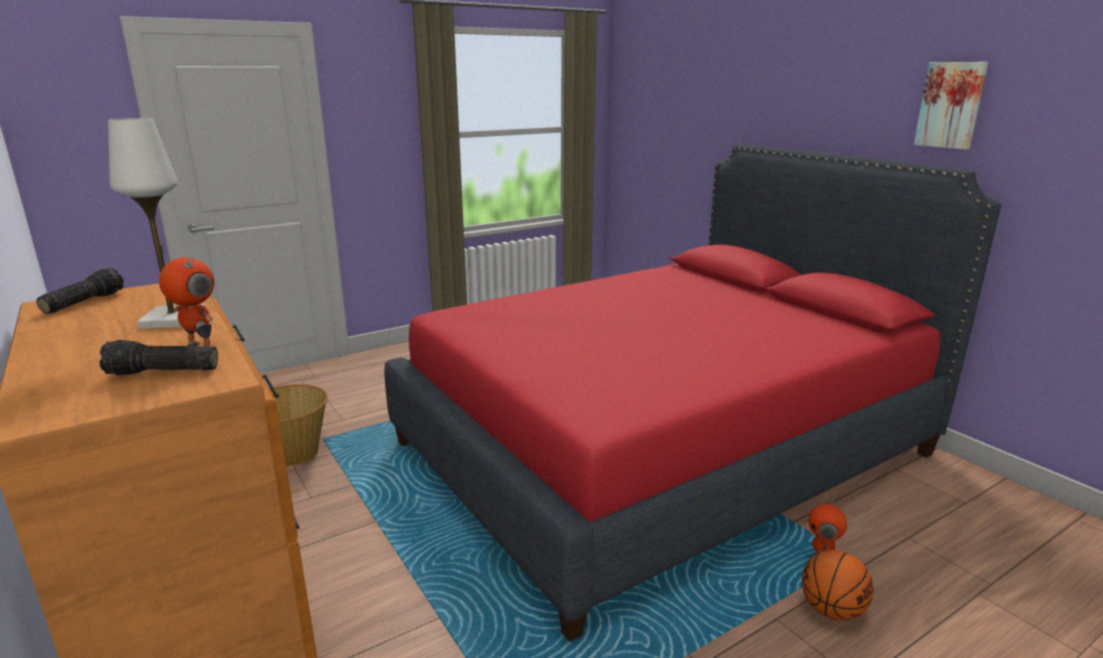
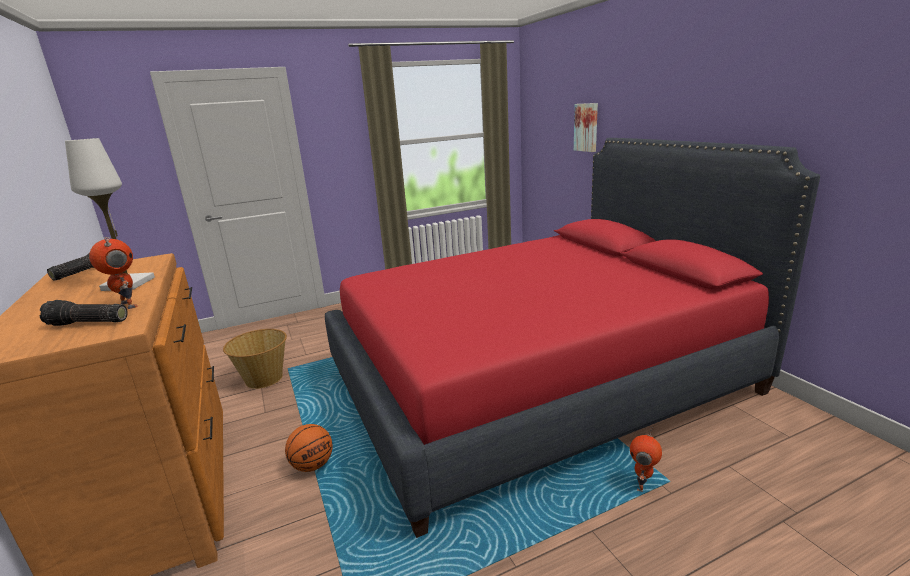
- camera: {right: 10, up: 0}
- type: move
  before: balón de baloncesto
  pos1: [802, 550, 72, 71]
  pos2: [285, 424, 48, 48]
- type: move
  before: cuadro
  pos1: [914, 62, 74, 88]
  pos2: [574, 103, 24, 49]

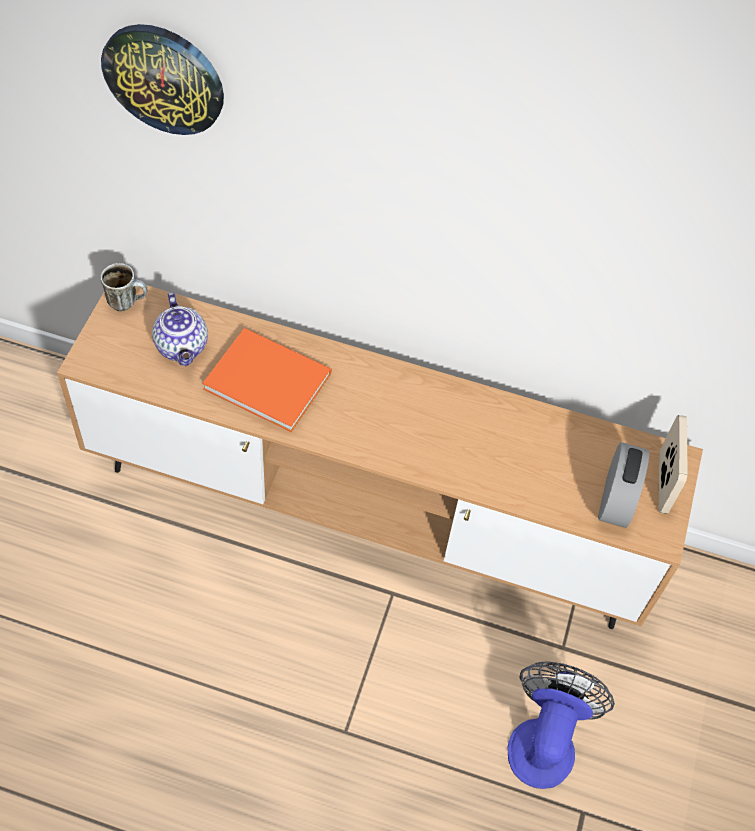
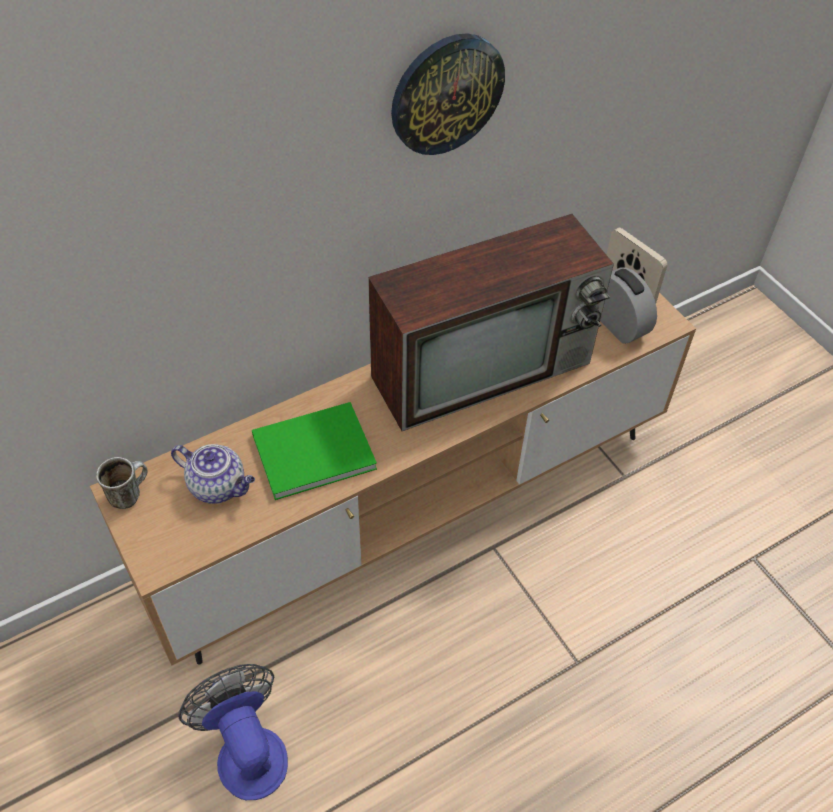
- camera: {right: -45, up: -5}
- type: move
  before: ventilador
  pos1: [507, 662, 108, 127]
  pos2: [178, 664, 110, 136]
- type: recolor
  before: libro/naranja
  after: libro/verde
  pos1: [202, 328, 130, 104]
  pos2: [252, 402, 125, 98]
- type: insert
  after: televisor
  pos2: [368, 214, 246, 217]
- type: move
  before: reloj de pared
  pos1: [101, 24, 123, 111]
  pos2: [391, 33, 114, 122]

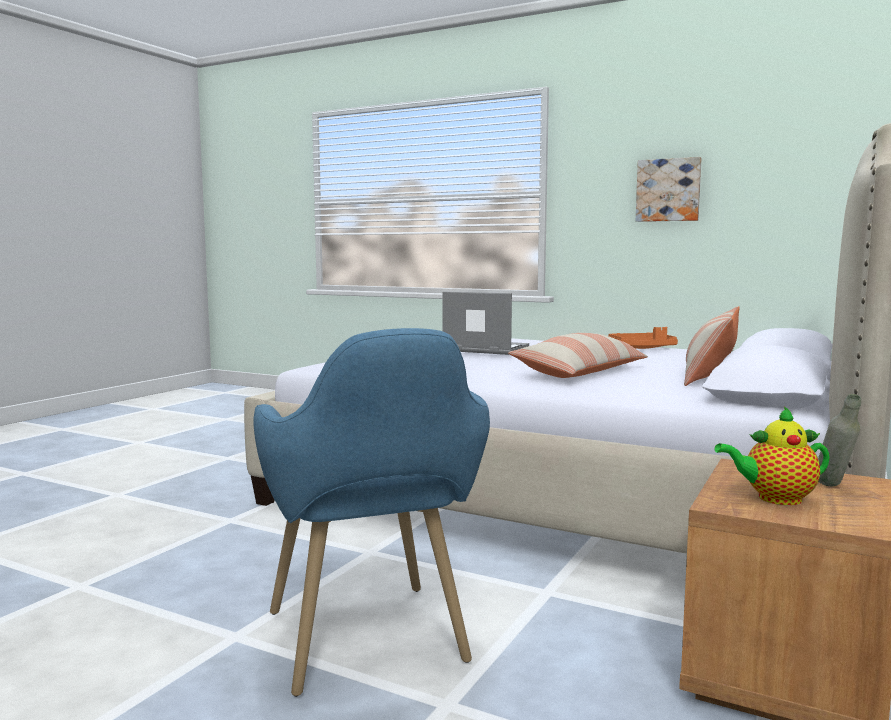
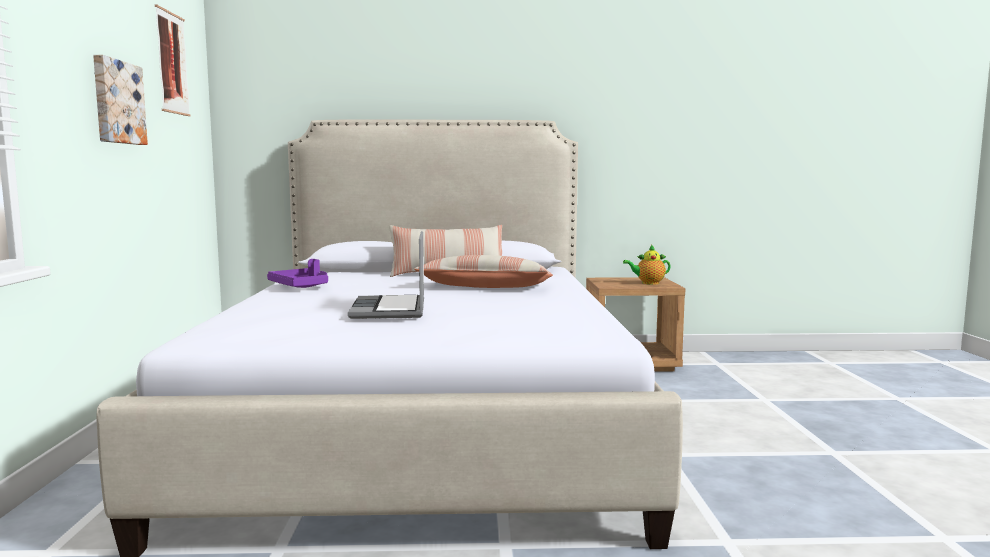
- camera: {right: -120, up: 0}
- type: insert
  after: cuadro
  pos2: [155, 5, 35, 111]
- type: recolor
  before: bandeja/naranja
  after: bandeja/morado
  pos1: [609, 327, 69, 22]
  pos2: [267, 259, 61, 29]
- type: rotate
  before: tetera
  pos1: [715, 406, 115, 99]
  pos2: [623, 245, 48, 40]
  turn: 120
- type: delete
  before: sillón/azul
  pos1: [253, 328, 237, 369]
- type: delete
  before: botella/gris
  pos1: [818, 394, 43, 92]

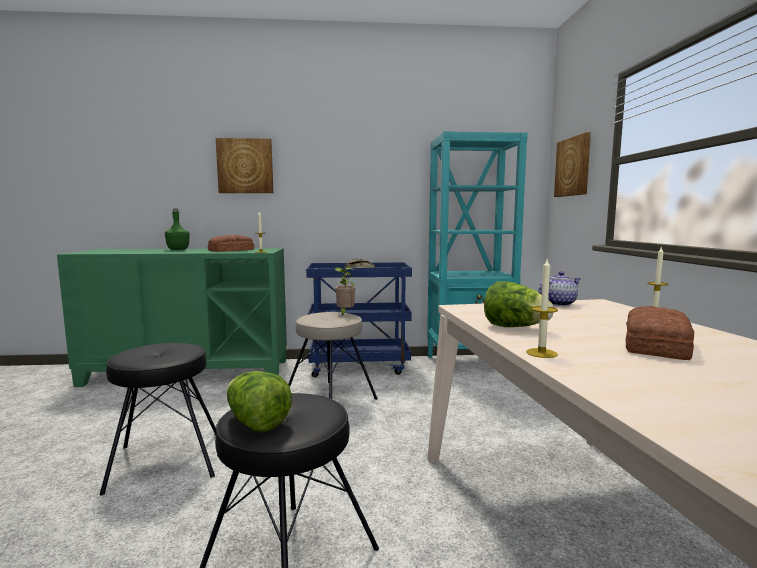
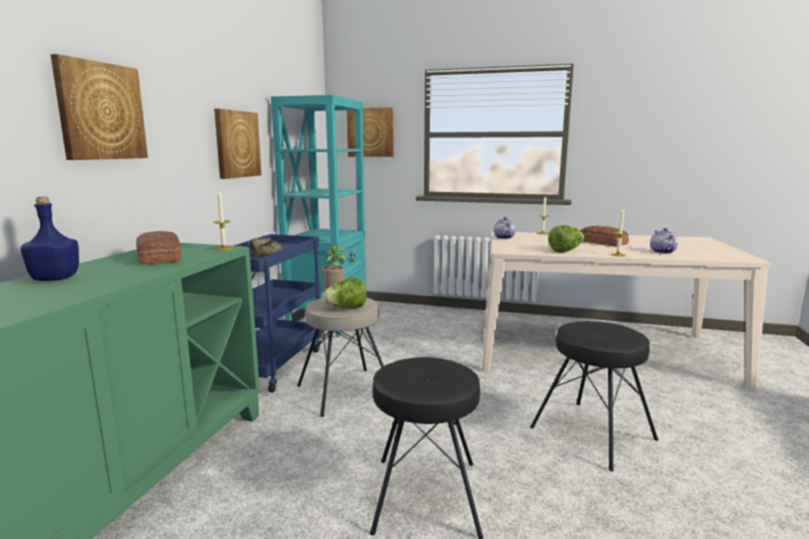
- camera: {right: -70, up: 5}
- type: recolor
  before: botella/verde
  after: botella/azul
  pos1: [165, 209, 25, 41]
  pos2: [20, 197, 59, 84]
- type: insert
  after: cuadro
  pos2: [214, 109, 47, 70]
- type: move
  before: lechuga
  pos1: [227, 371, 65, 62]
  pos2: [322, 277, 45, 31]
- type: insert
  after: tetera
  pos2: [650, 228, 28, 26]

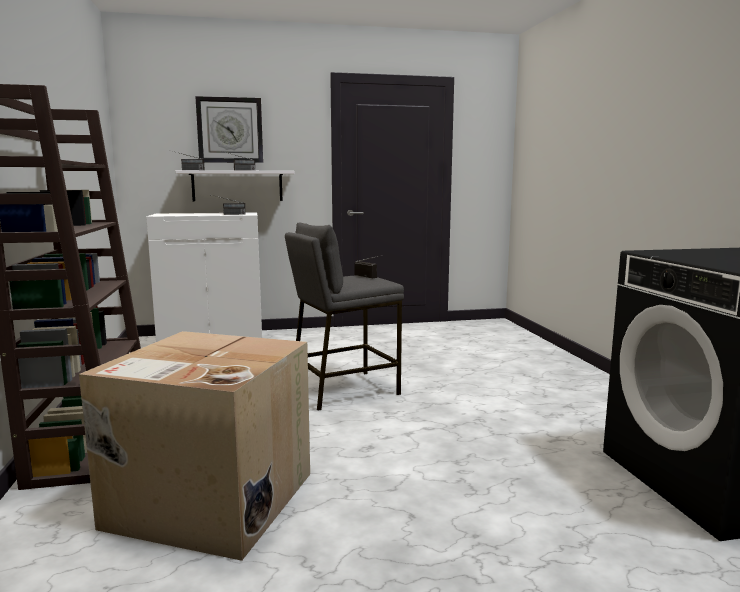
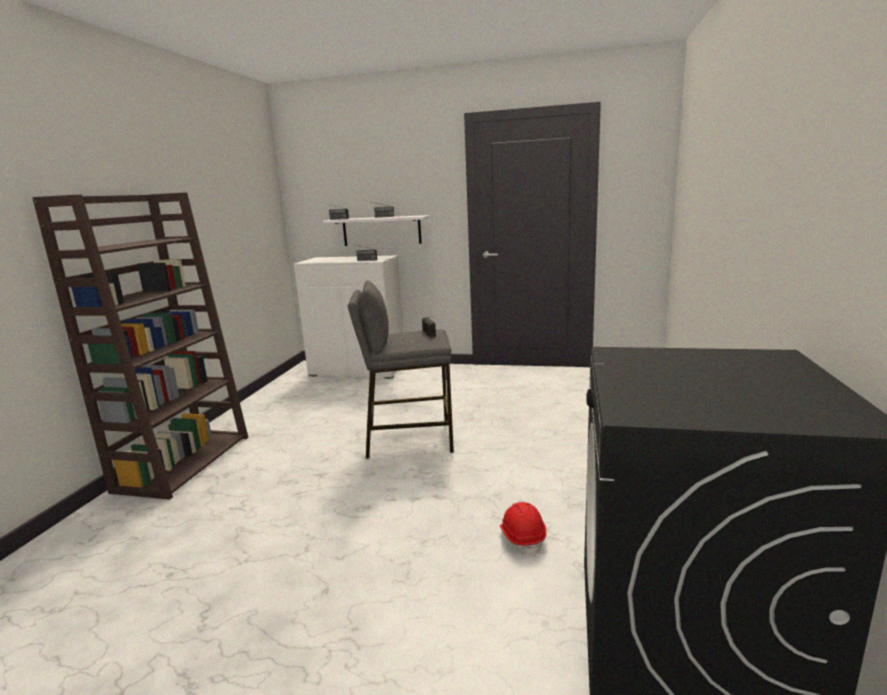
- camera: {right: 25, up: 5}
- type: insert
  after: casco/rojo
  pos2: [500, 502, 47, 54]
- type: delete
  before: caja de cartón
  pos1: [79, 331, 231, 230]
- type: delete
  before: reloj de pared
  pos1: [195, 96, 68, 67]

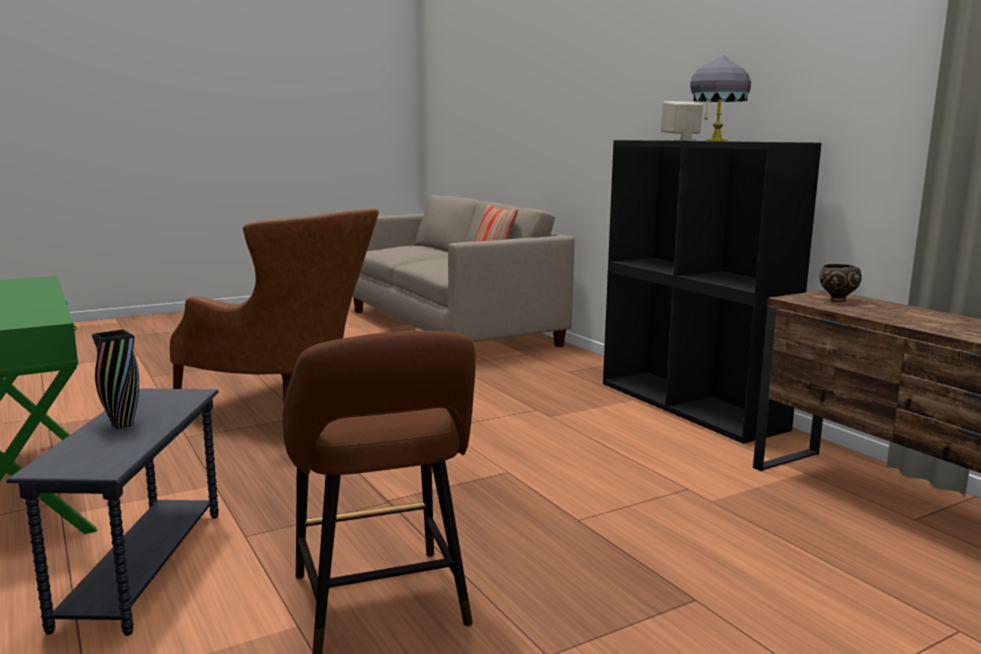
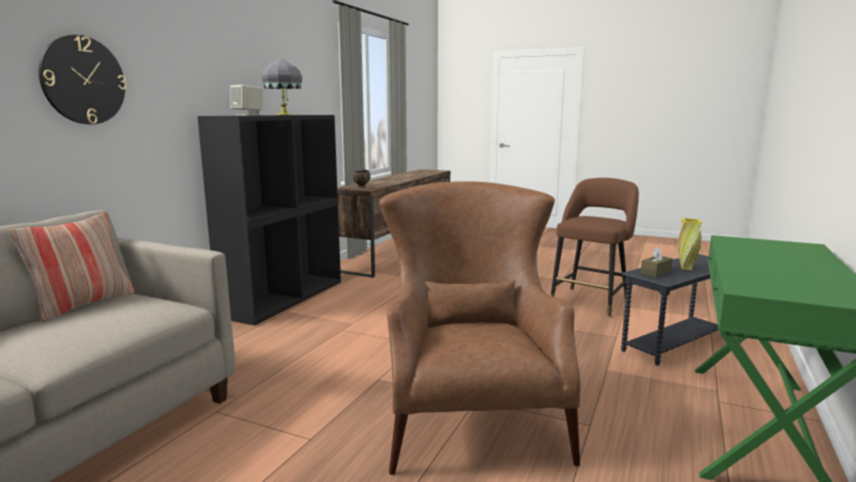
- camera: {right: -125, up: 0}
- type: insert
  after: reloj de pared
  pos2: [39, 35, 88, 89]
- type: insert
  after: caja de pañuelos/marrón
  pos2: [641, 246, 32, 31]
- type: recolor
  before: florero/negro
  after: florero/amarillo
  pos1: [92, 329, 47, 100]
  pos2: [677, 218, 26, 52]

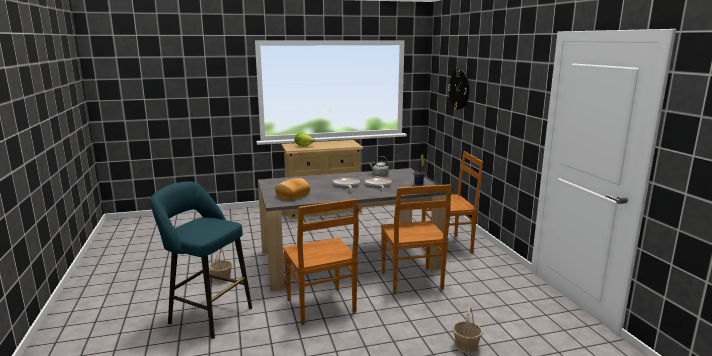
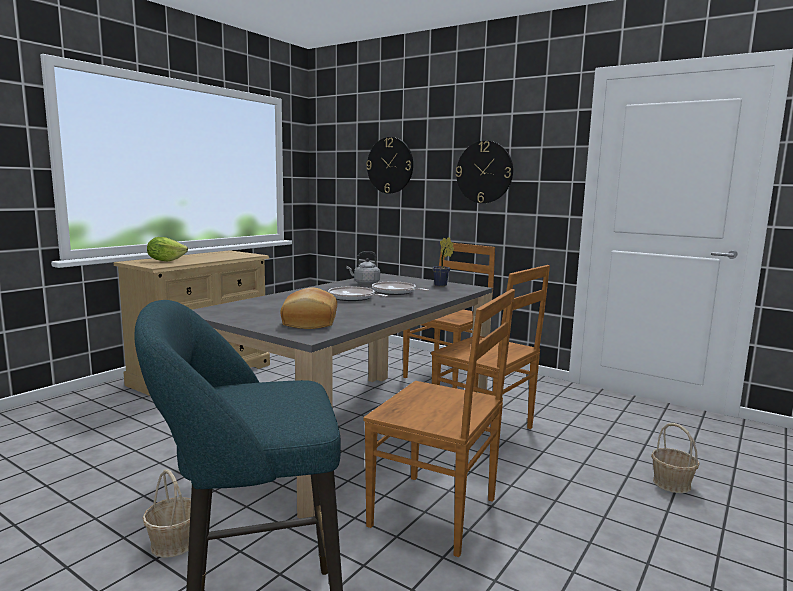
- camera: {right: -40, up: -5}
- type: insert
  after: reloj de pared
  pos2: [456, 141, 57, 62]

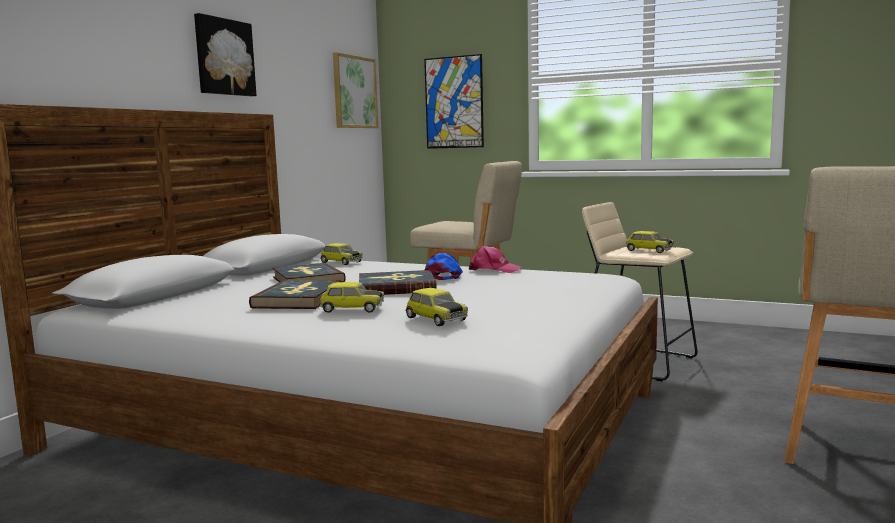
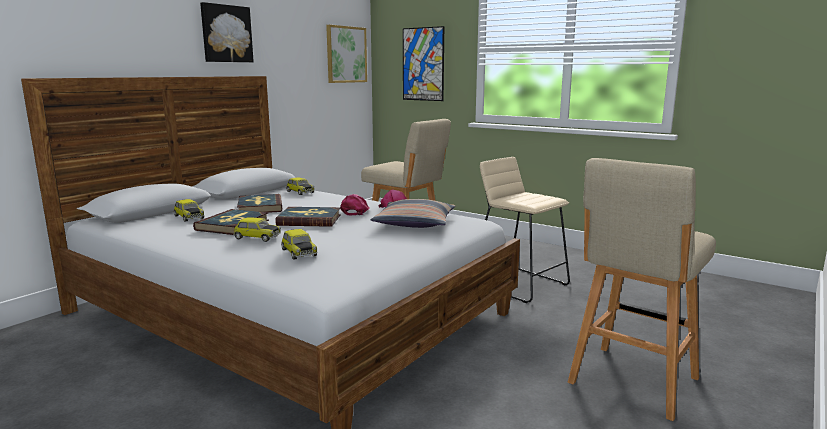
- camera: {right: 10, up: 5}
- type: move
  before: coche de juguete
  pos1: [626, 231, 48, 22]
  pos2: [174, 199, 30, 23]
- type: recolor
  before: gorra/azul
  after: gorra/rosa
  pos1: [425, 253, 38, 27]
  pos2: [340, 194, 29, 21]
- type: insert
  after: cojín
  pos2: [370, 199, 85, 29]

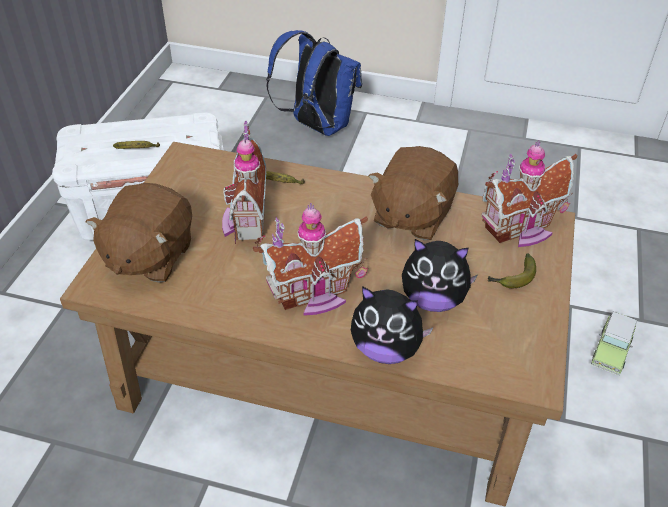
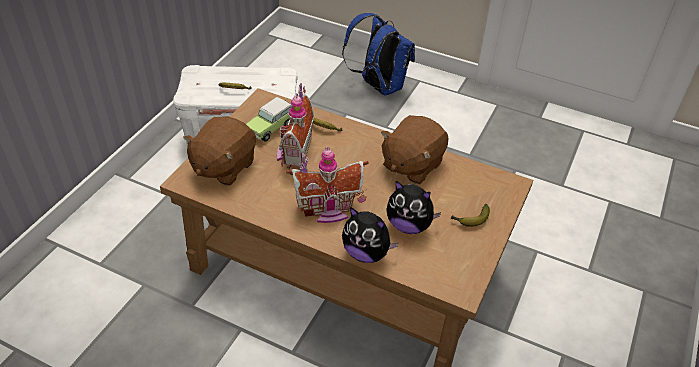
- camera: {right: 10, up: 0}
- type: move
  before: coche de juguete
  pos1: [591, 311, 46, 65]
  pos2: [246, 97, 46, 45]
- type: delete
  before: casita
  pos1: [481, 140, 96, 107]

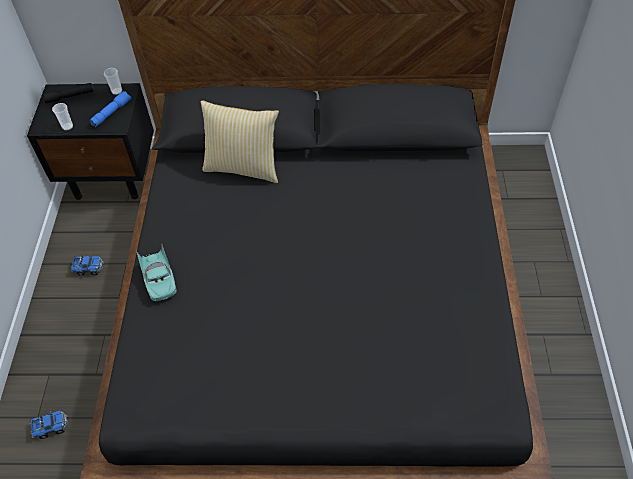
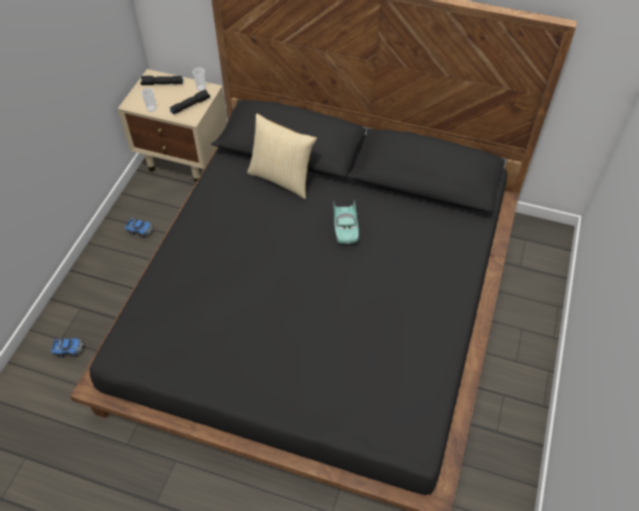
- camera: {right: 15, up: 0}
- type: recolor
  before: mesita de noche/negro
  after: mesita de noche/beis
  pos1: [27, 83, 127, 117]
  pos2: [118, 69, 109, 114]
- type: recolor
  before: linterna/azul
  after: linterna/negro
  pos1: [89, 91, 42, 36]
  pos2: [170, 90, 40, 24]
- type: move
  before: coche de juguete/turquesa
  pos1: [137, 243, 40, 58]
  pos2: [333, 199, 26, 45]

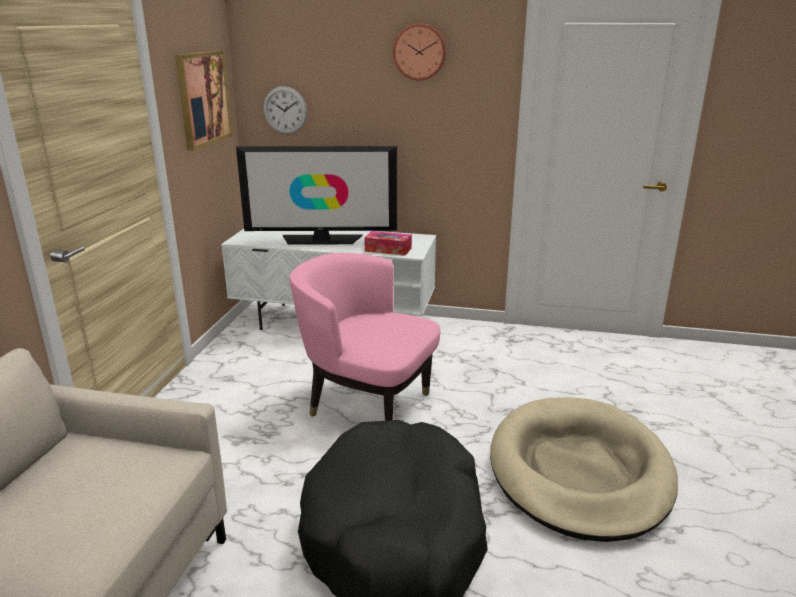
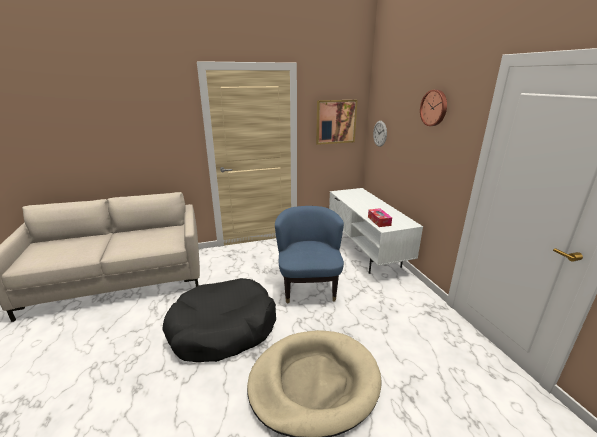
- camera: {right: 60, up: 0}
- type: recolor
  before: sillón/rosa
  after: sillón/azul
  pos1: [290, 253, 150, 168]
  pos2: [275, 206, 69, 98]
- type: delete
  before: televisor
  pos1: [236, 146, 161, 99]

